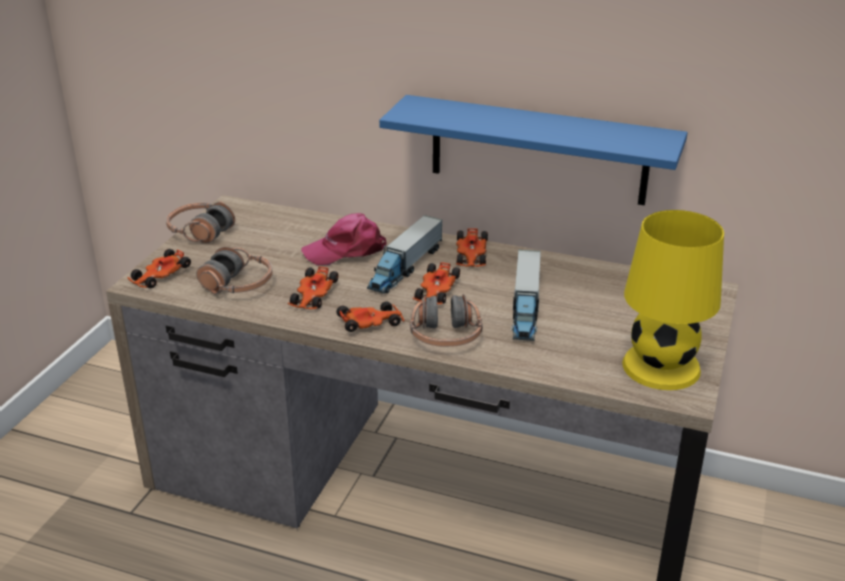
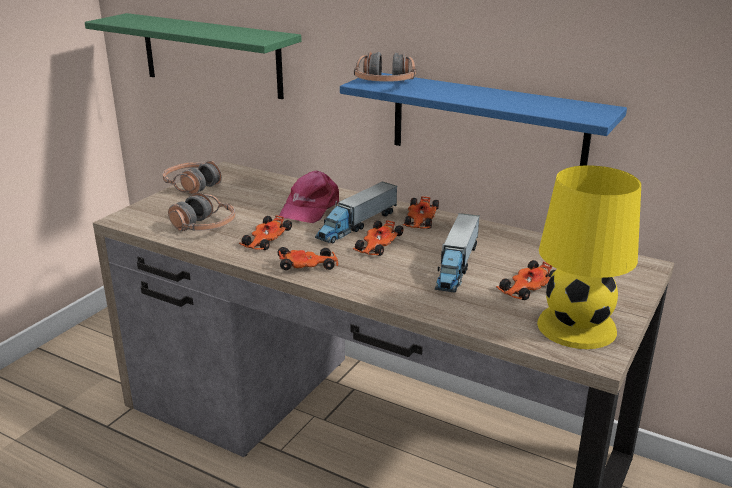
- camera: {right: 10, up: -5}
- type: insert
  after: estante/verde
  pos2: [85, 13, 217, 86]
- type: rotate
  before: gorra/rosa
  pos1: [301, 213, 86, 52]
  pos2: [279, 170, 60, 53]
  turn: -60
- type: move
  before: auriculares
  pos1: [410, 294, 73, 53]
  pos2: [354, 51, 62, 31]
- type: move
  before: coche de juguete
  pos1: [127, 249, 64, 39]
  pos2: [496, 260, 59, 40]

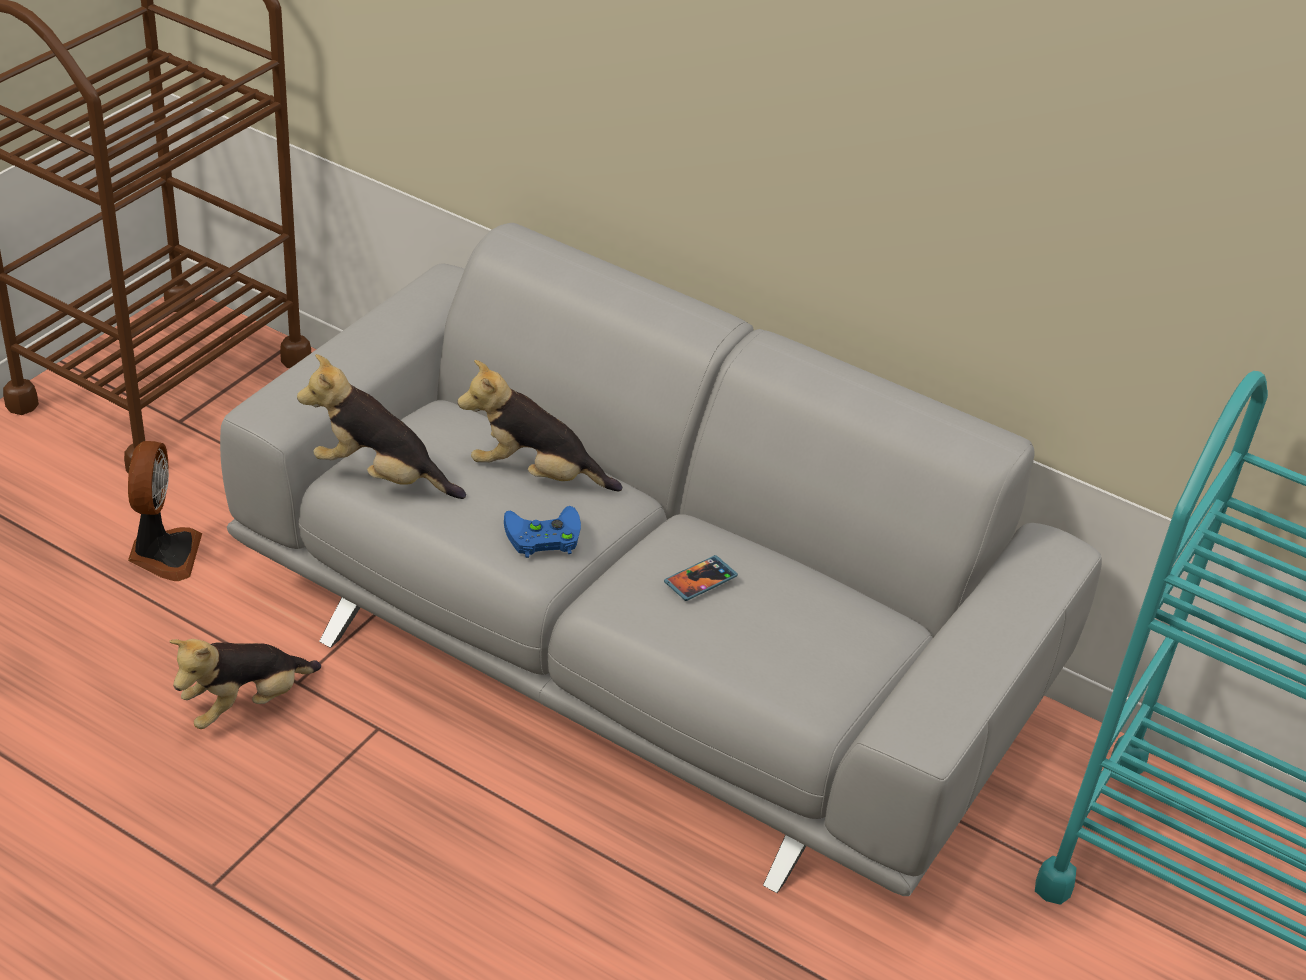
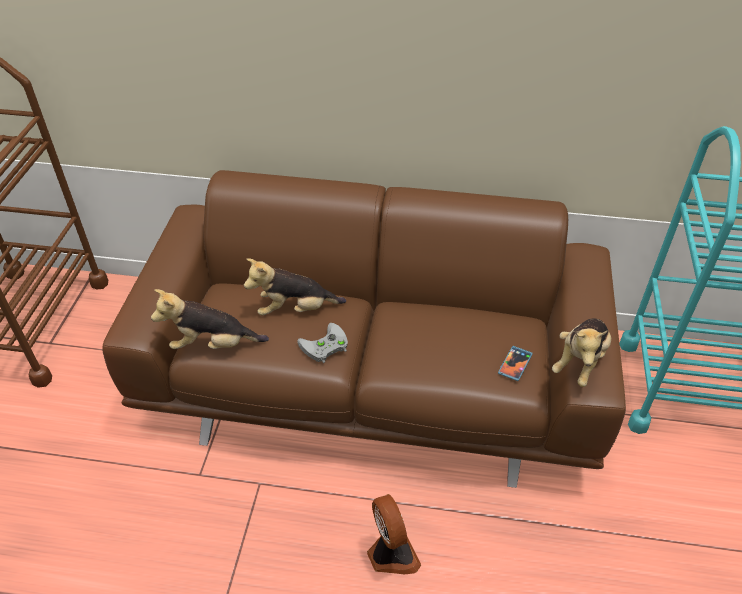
- camera: {right: -20, up: 5}
- type: recolor
  before: sofá/gris
  after: sofá/marrón
  pos1: [220, 223, 882, 673]
  pos2: [102, 170, 524, 318]
- type: recolor
  before: mando de consola/azul
  after: mando de consola/gris
  pos1: [504, 506, 77, 52]
  pos2: [297, 323, 51, 40]
- type: move
  before: ventilador
  pos1: [128, 441, 74, 140]
  pos2: [367, 494, 54, 81]
- type: move
  before: móvil
  pos1: [664, 555, 74, 46]
  pos2: [498, 346, 35, 35]
- type: move
  before: peluche
  pos1: [169, 639, 152, 90]
  pos2: [552, 319, 59, 68]

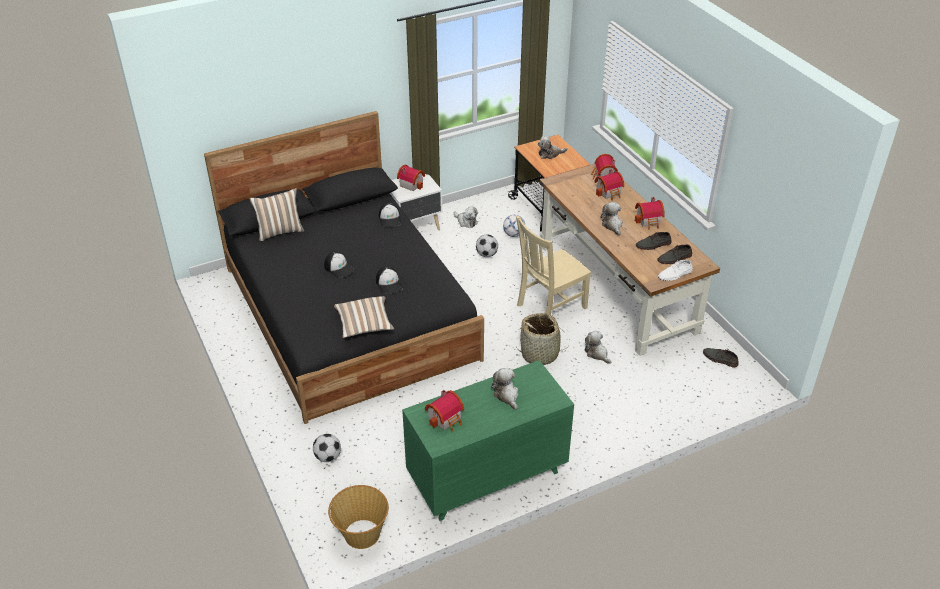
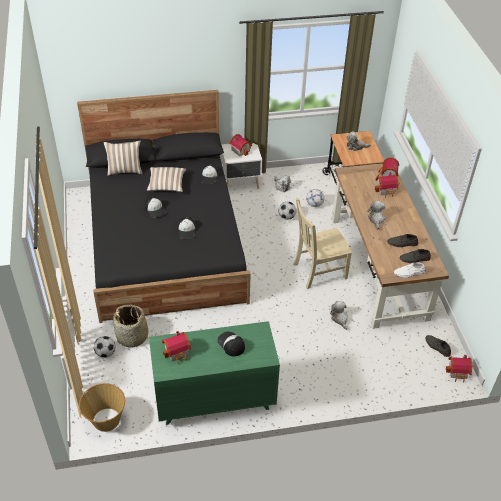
- camera: {right: 15, up: 5}
- type: move
  before: cesta
  pos1: [516, 313, 54, 52]
  pos2: [113, 305, 36, 43]
- type: move
  before: cojín
  pos1: [334, 296, 60, 42]
  pos2: [147, 167, 39, 25]
- type: replace
  before: peluche
  after: gorra
  pos1: [491, 368, 27, 42]
  pos2: [217, 331, 28, 25]
- type: move
  before: casita
  pos1: [635, 197, 29, 33]
  pos2: [446, 355, 26, 28]

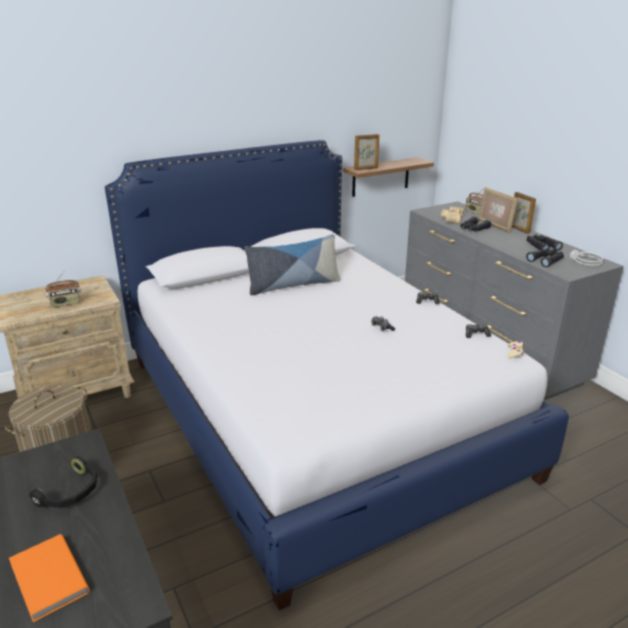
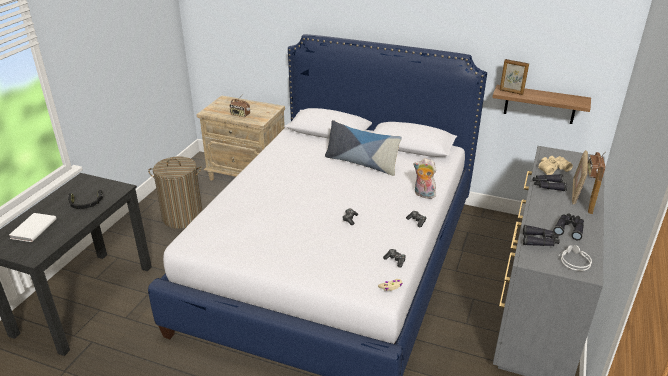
- camera: {right: 50, up: 5}
- type: recolor
  before: libro/naranja
  after: libro/blanco
  pos1: [9, 534, 81, 88]
  pos2: [9, 213, 48, 29]
- type: insert
  after: peluche
  pos2: [414, 158, 22, 41]

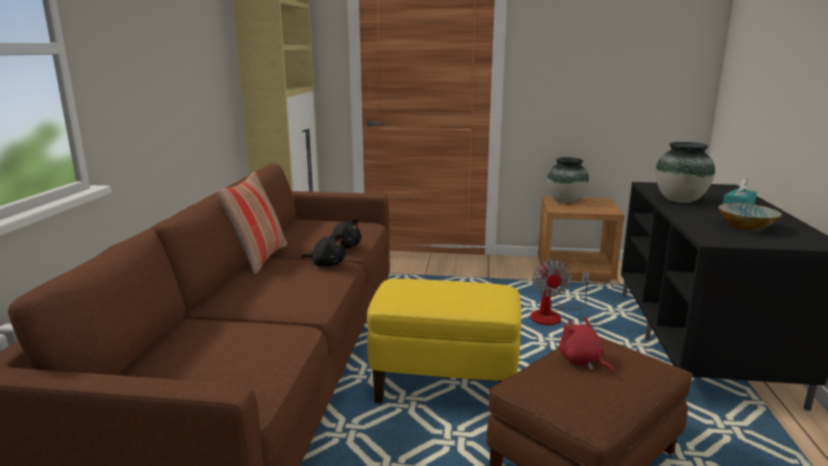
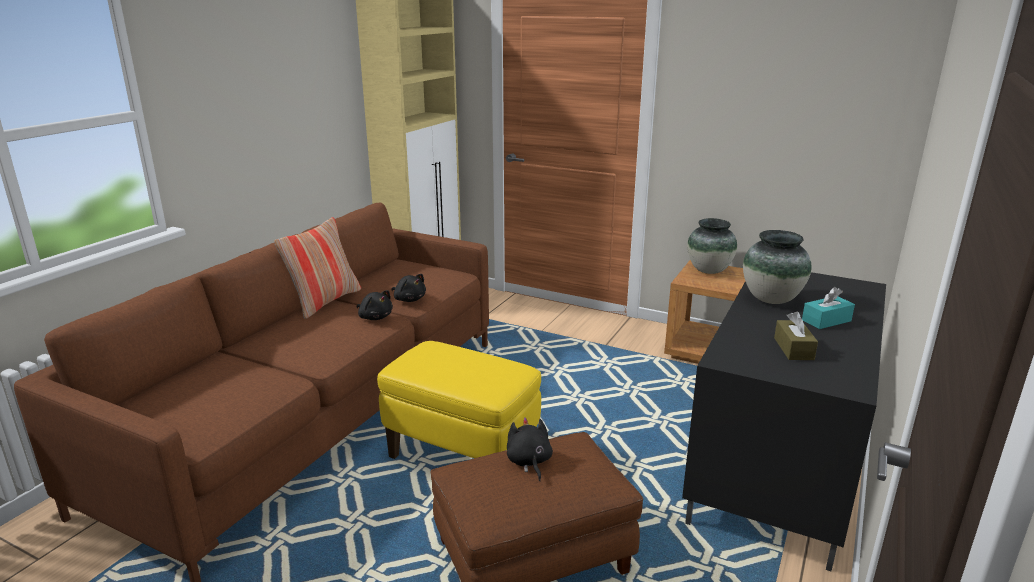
- camera: {right: 20, up: 5}
- type: recolor
  before: peluche/rojo
  after: peluche/negro
  pos1: [559, 317, 55, 57]
  pos2: [507, 417, 46, 64]
- type: replace
  before: cuenco
  after: caja de pañuelos/marrón
  pos1: [718, 203, 64, 28]
  pos2: [774, 312, 44, 48]
- type: delete
  before: ventilador
  pos1: [530, 260, 60, 65]

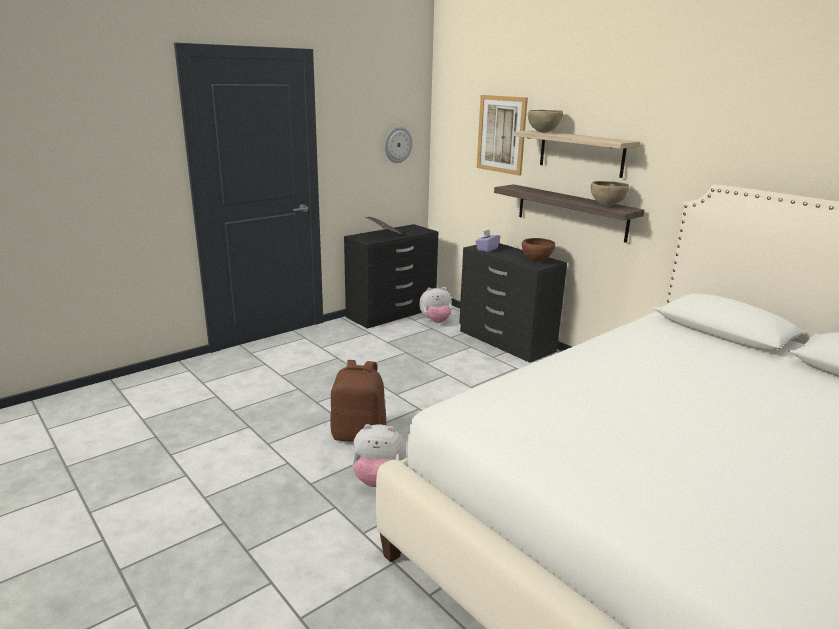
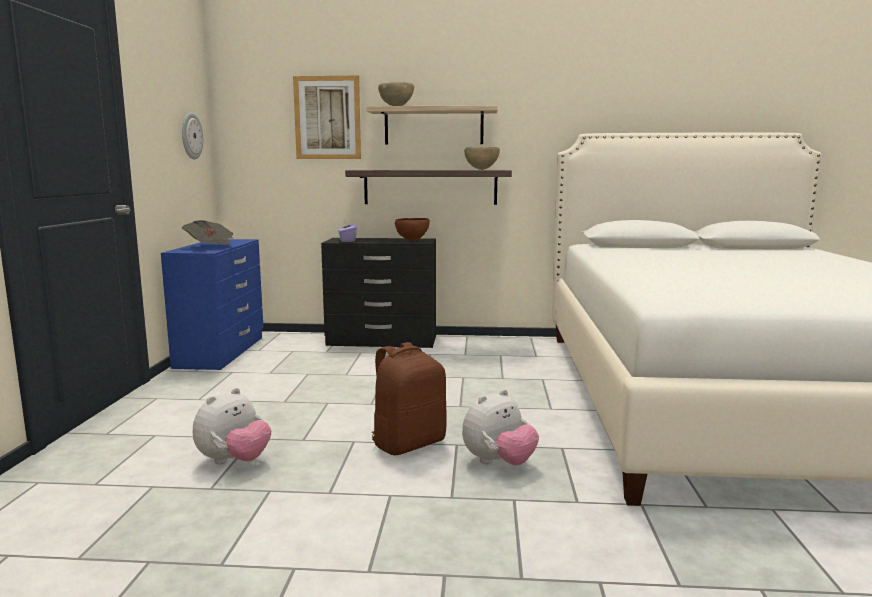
- camera: {right: -45, up: -10}
- type: recolor
  before: cómoda/negro
  after: cómoda/azul
  pos1: [344, 224, 94, 105]
  pos2: [161, 239, 103, 131]
- type: move
  before: peluche
  pos1: [419, 287, 33, 36]
  pos2: [193, 388, 78, 76]

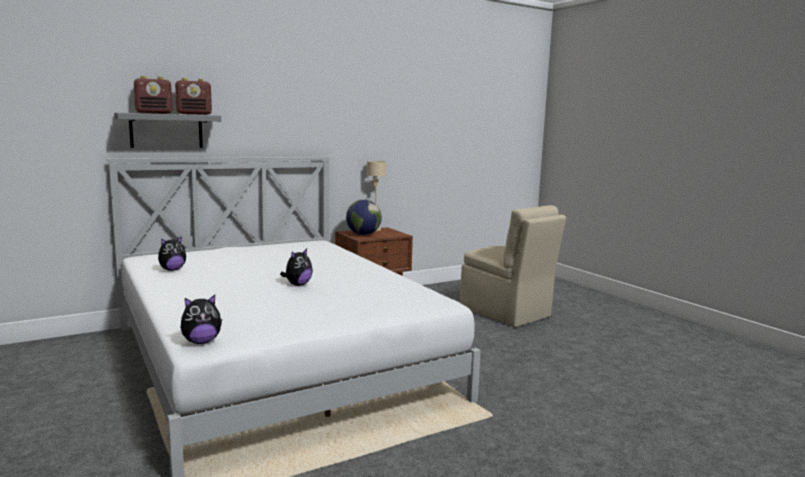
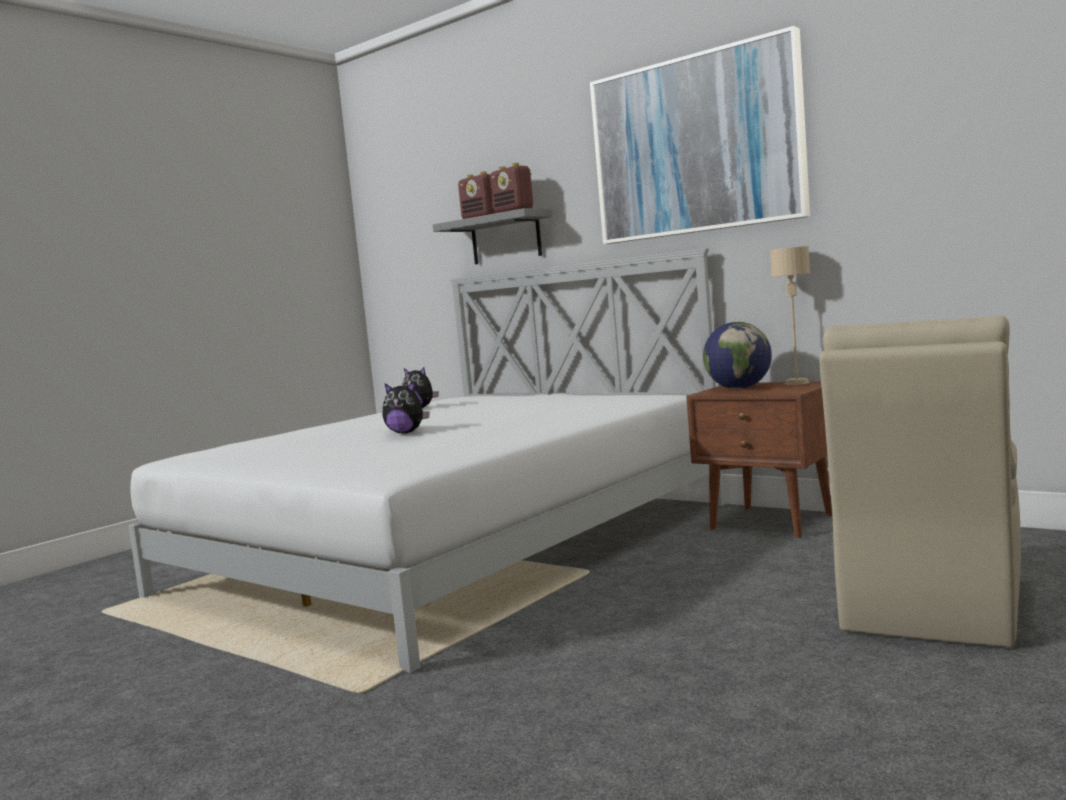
- camera: {right: 70, up: -5}
- type: insert
  after: cuadro
  pos2: [590, 26, 220, 218]
- type: delete
  before: peluche
  pos1: [180, 295, 42, 49]

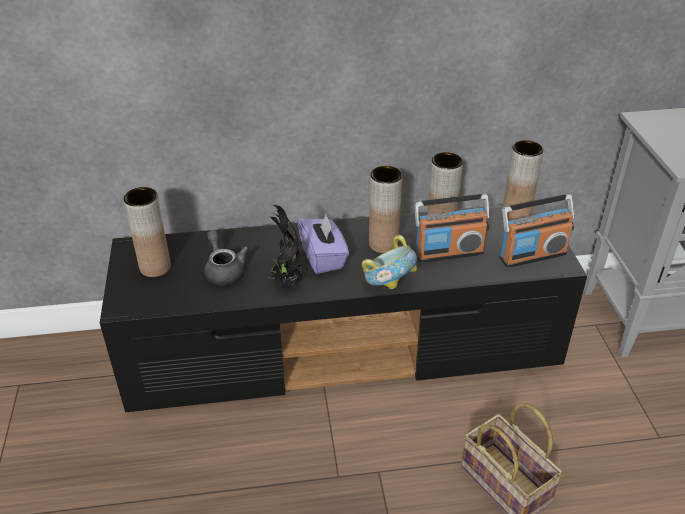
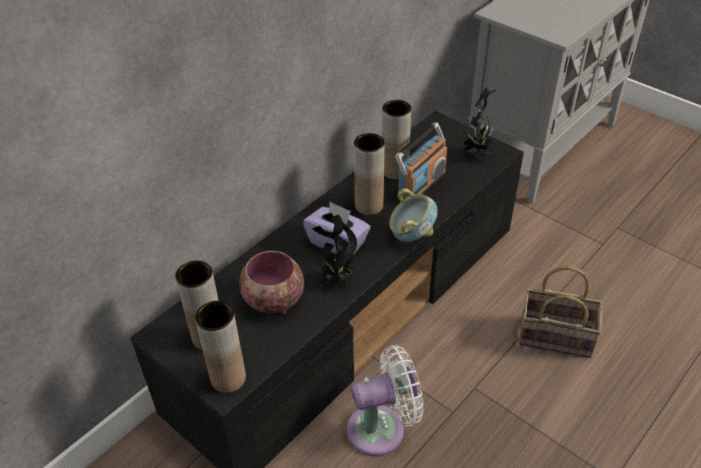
- camera: {right: -40, up: 5}
- type: move
  before: florero/marrón
  pos1: [502, 140, 41, 81]
  pos2: [195, 301, 51, 92]
- type: replace
  before: tetera/gris
  after: cuenco
  pos1: [204, 230, 45, 55]
  pos2: [239, 251, 65, 64]
- type: insert
  after: ventilador/blanco
  pos2: [347, 345, 77, 111]
- type: replace
  before: radio
  after: planta en maceta
  pos1: [499, 194, 75, 74]
  pos2: [464, 88, 32, 71]

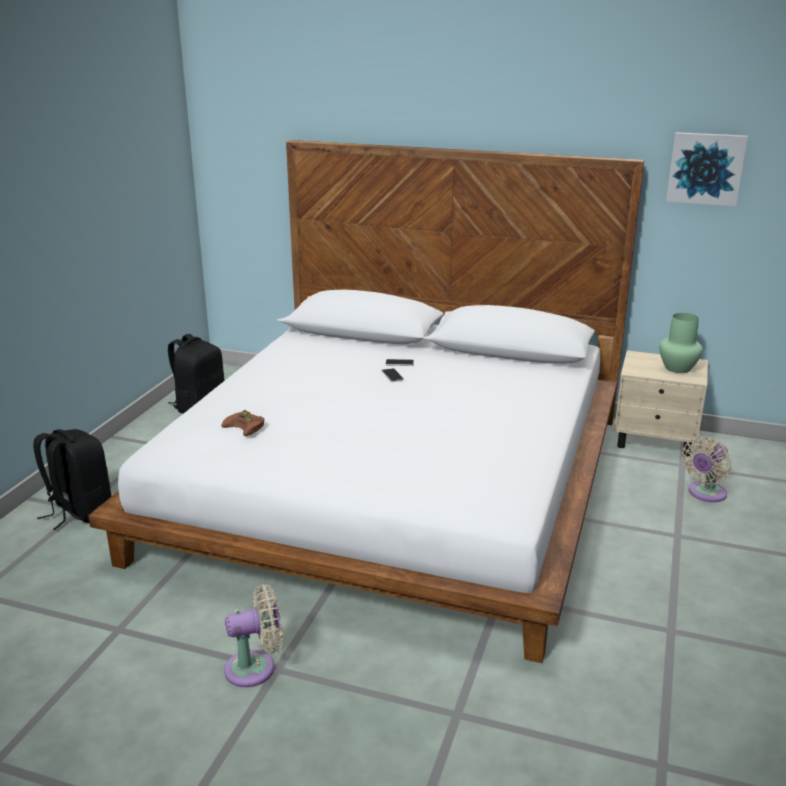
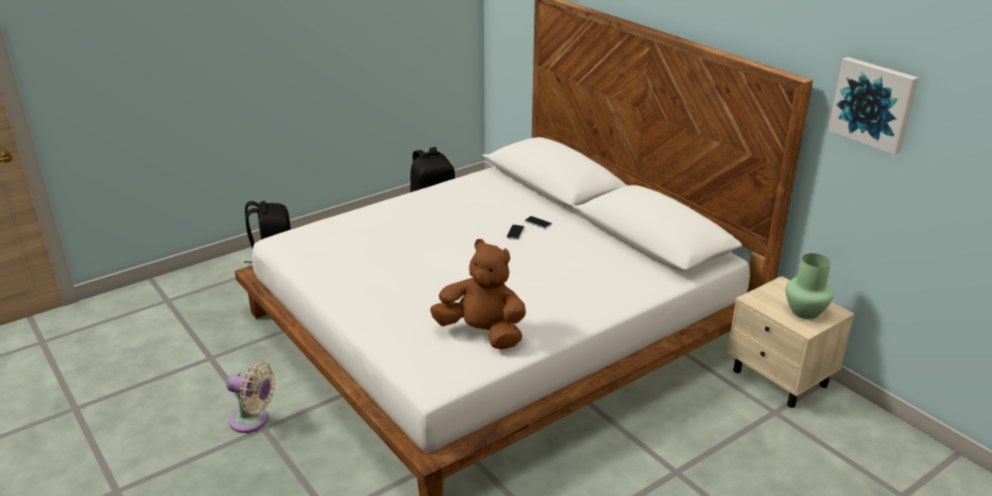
- camera: {right: 35, up: 5}
- type: insert
  after: peluche/marrón
  pos2: [430, 239, 96, 111]
- type: delete
  before: mando de consola/marrón
  pos1: [221, 410, 43, 26]
- type: delete
  before: ventilador/beis
  pos1: [682, 436, 49, 66]

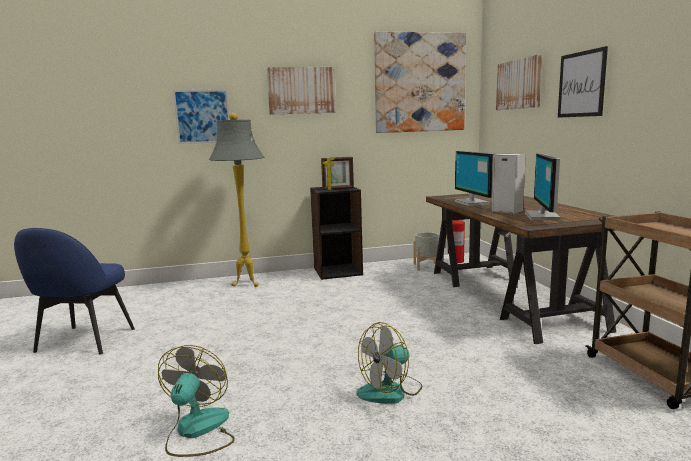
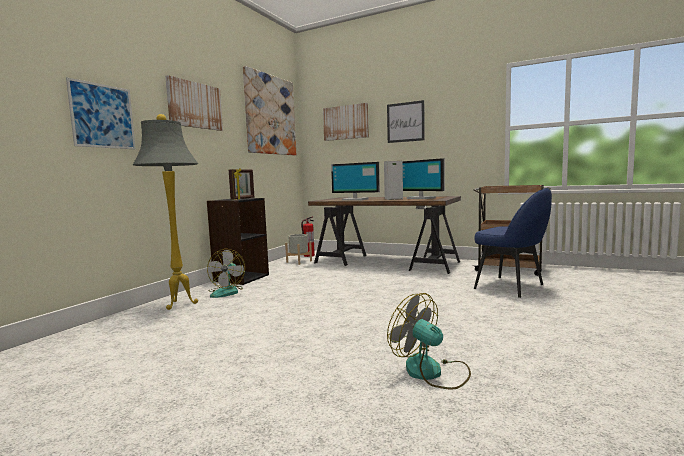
- camera: {right: -50, up: -5}
- type: move
  before: ventilador
  pos1: [357, 322, 65, 82]
  pos2: [207, 249, 38, 49]
- type: move
  before: silla/azul
  pos1: [14, 228, 121, 126]
  pos2: [474, 188, 78, 110]

